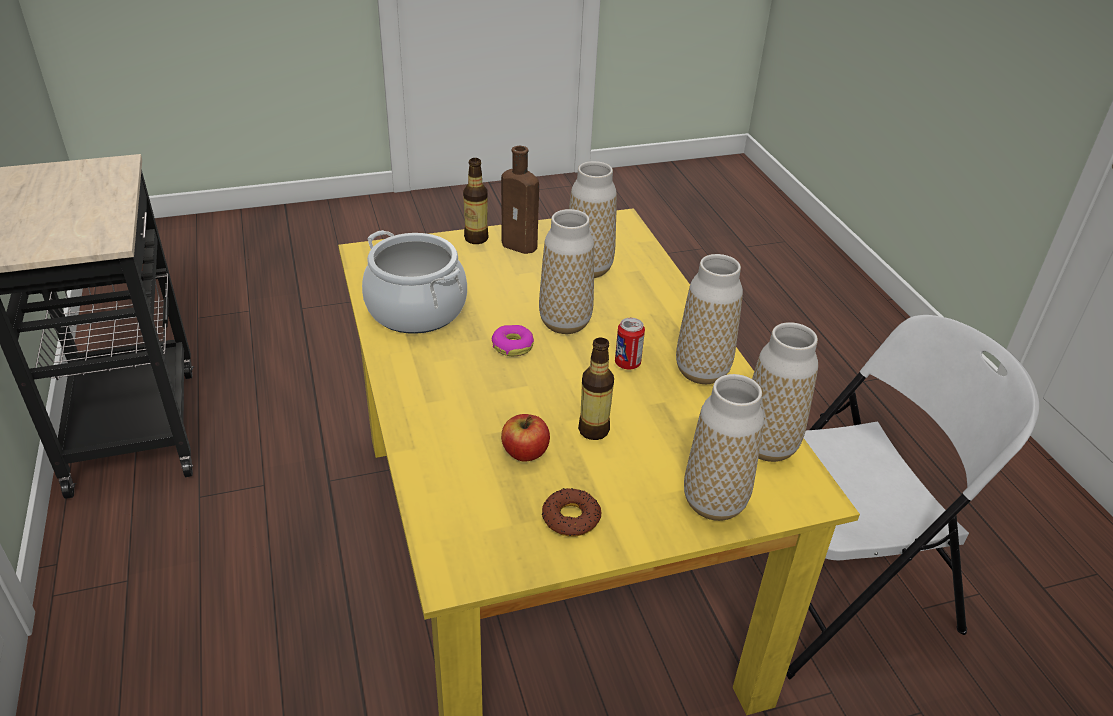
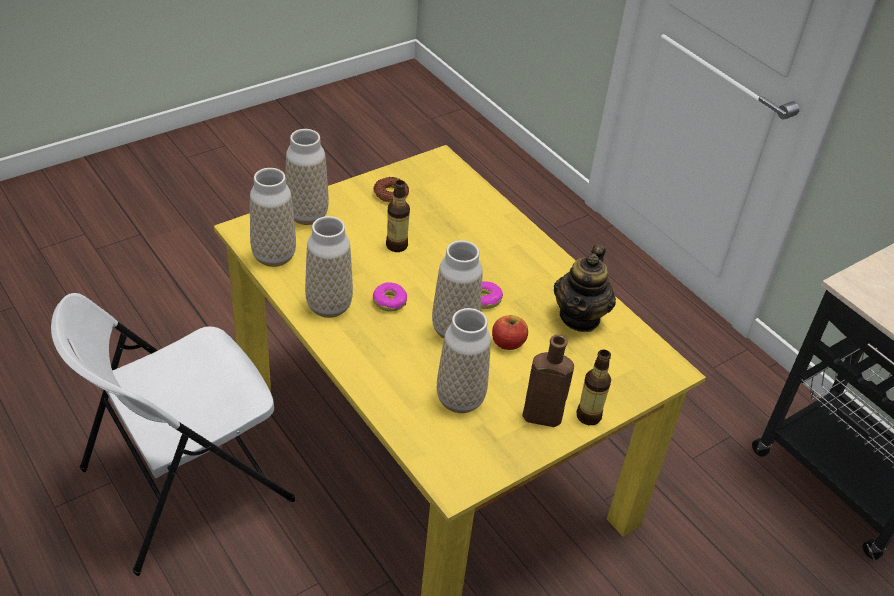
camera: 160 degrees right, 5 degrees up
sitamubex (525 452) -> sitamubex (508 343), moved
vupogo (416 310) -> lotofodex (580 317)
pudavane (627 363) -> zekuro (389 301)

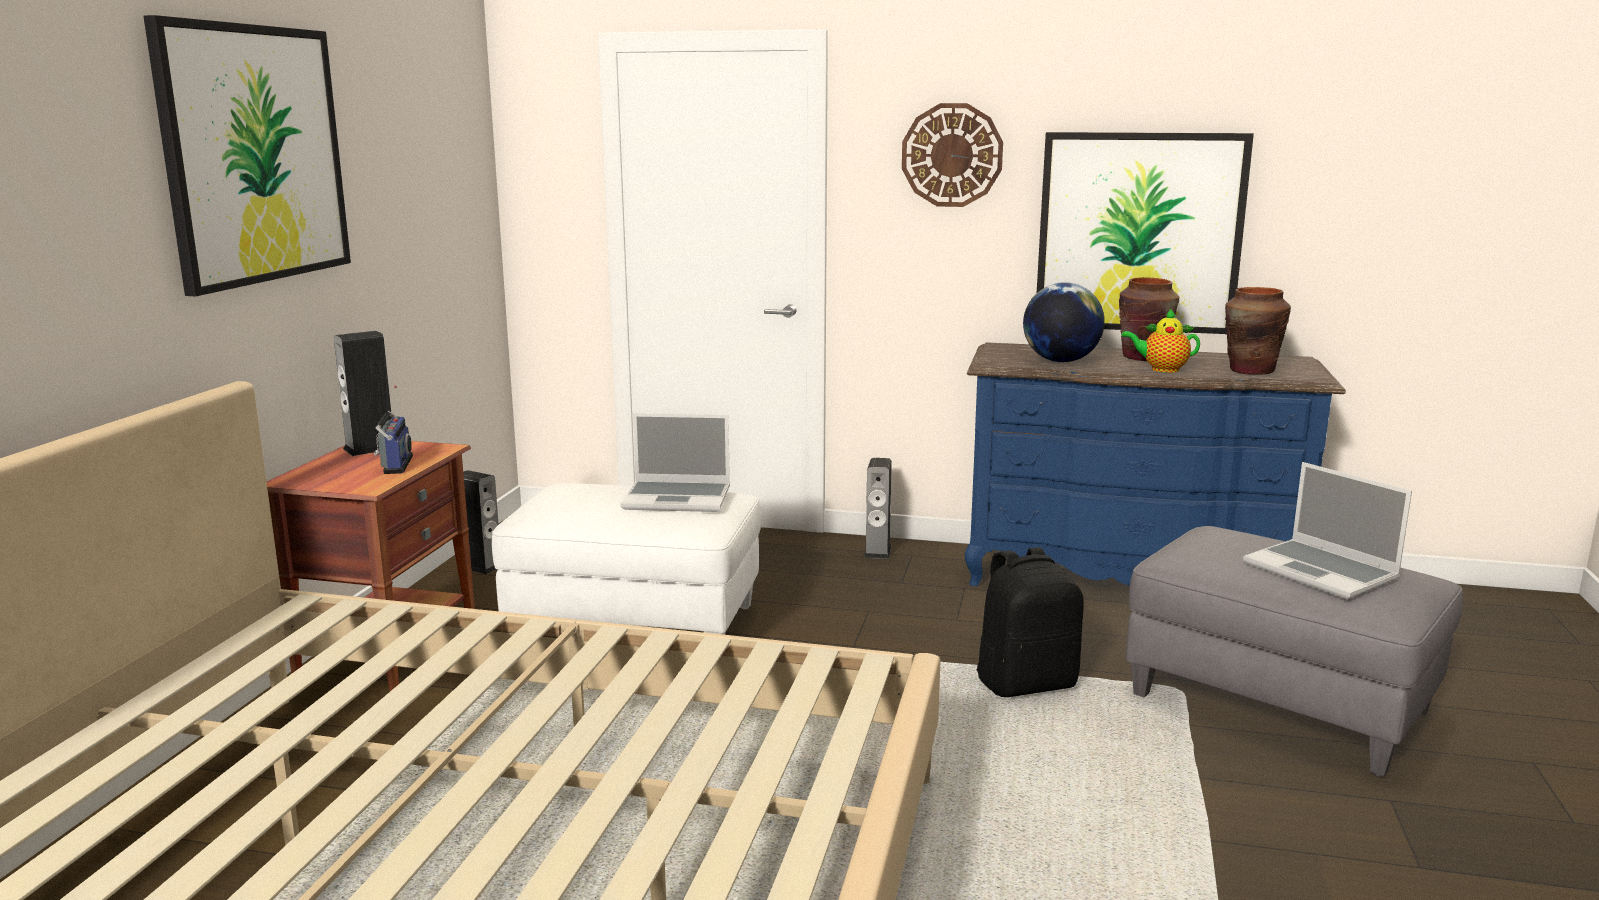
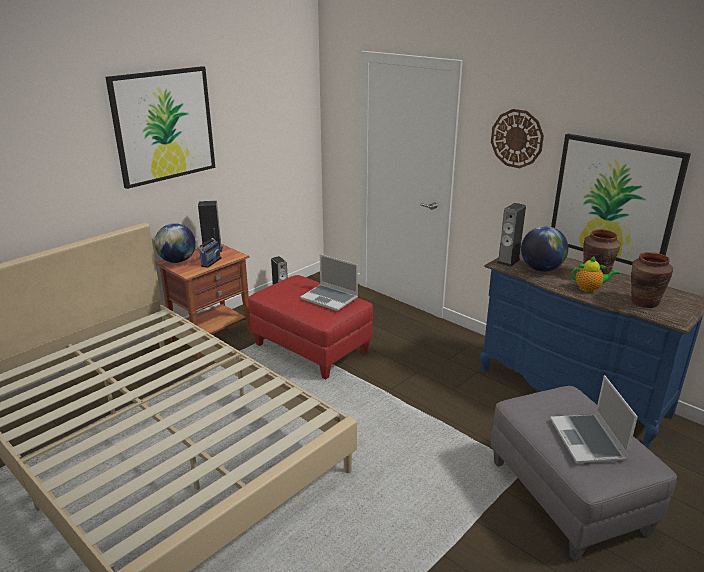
camera: 30 degrees right, 10 degrees up
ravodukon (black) (1026 683) -> none
none -> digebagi (177 261)
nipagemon (877 551) -> nipagemon (508 261), moved
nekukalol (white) (637 625) -> nekukalol (red) (312 349)
lotofodex (1161 369) -> lotofodex (589 289), 150 degrees clockwise

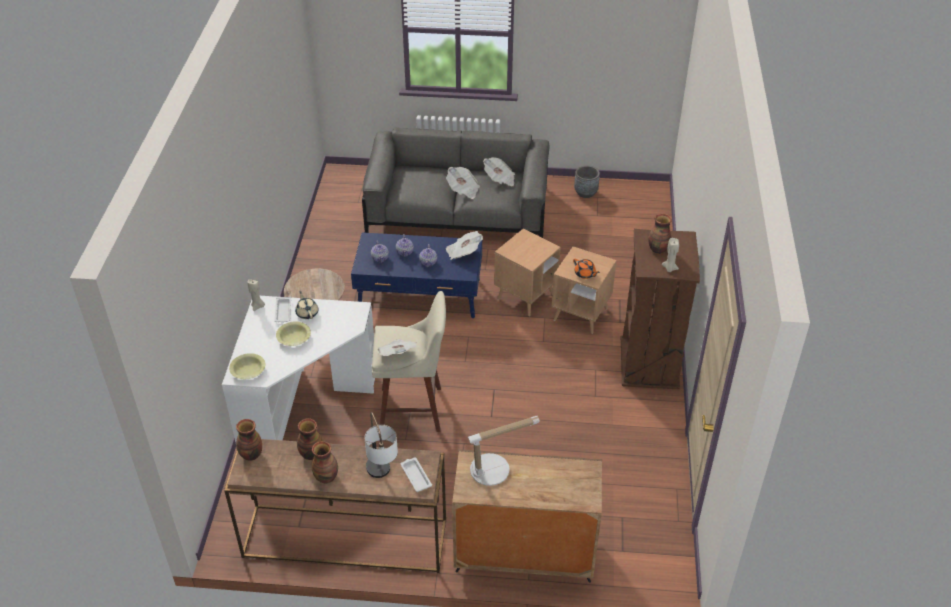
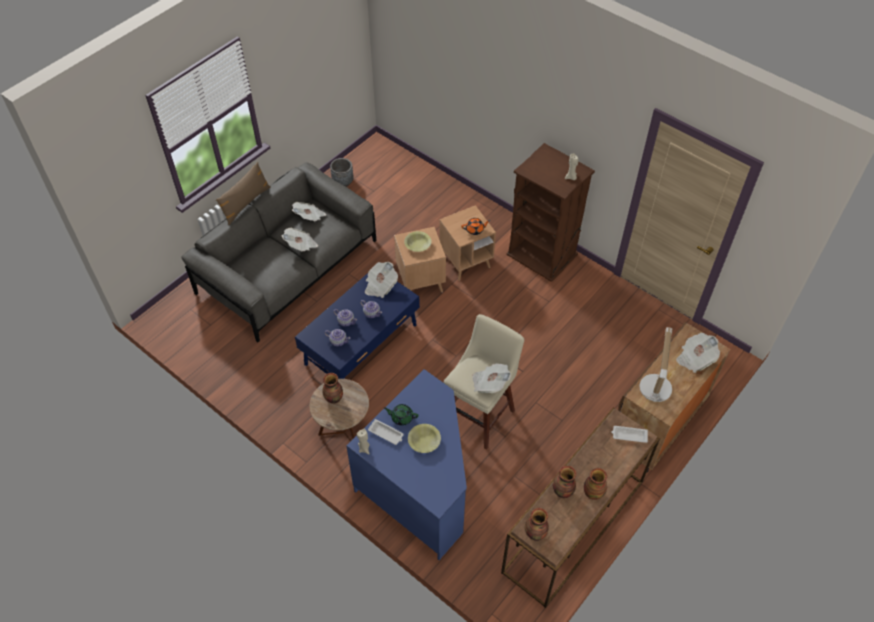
camera: 55 degrees left, 10 degrees up
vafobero (382 477) -> none
none -> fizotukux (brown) (246 203)
none -> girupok (695 358)
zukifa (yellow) (248 371) -> zukifa (yellow) (418 245), moved
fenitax (658 249) -> fenitax (334 398), moved
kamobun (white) (303 407) -> kamobun (blue) (419 487)
lotofodex (beige) (307 313) -> lotofodex (green) (401 417)

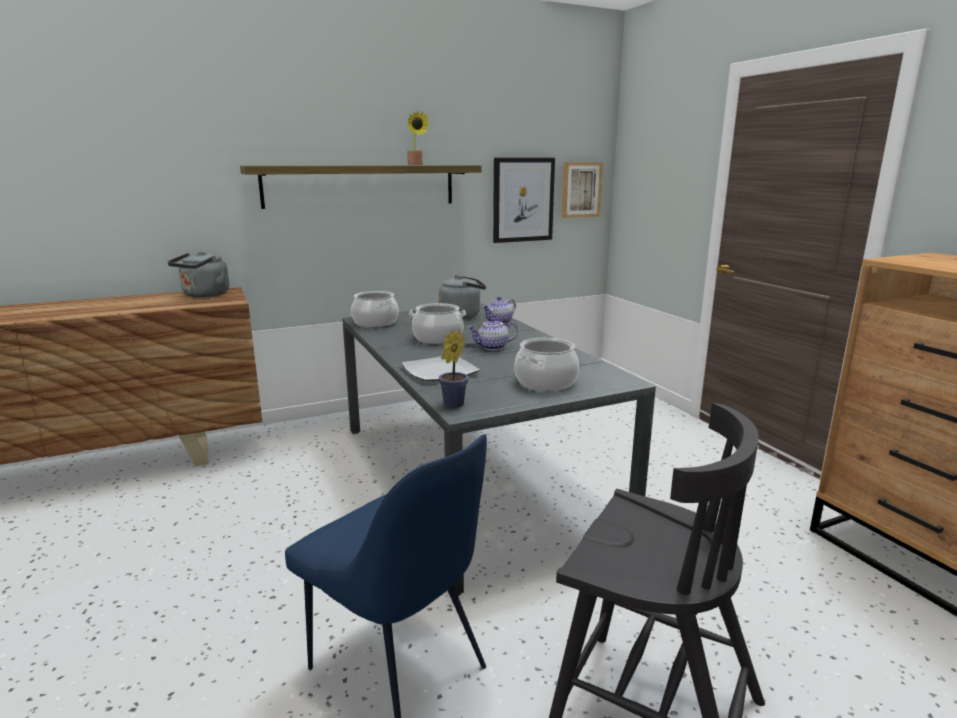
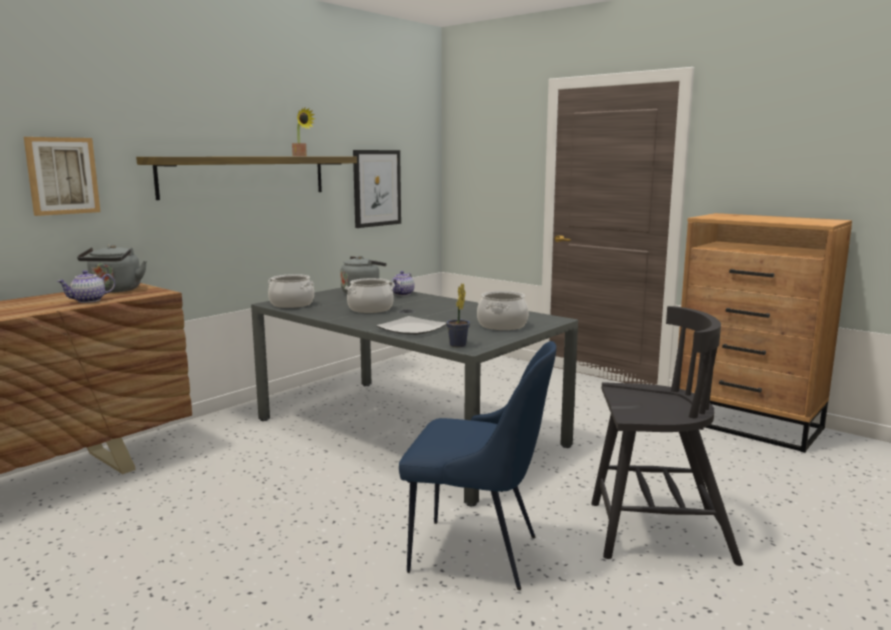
camera: 25 degrees left, 5 degrees down
lotofodex (493 347) -> lotofodex (88 301), moved
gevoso (581 189) -> gevoso (62 176), moved

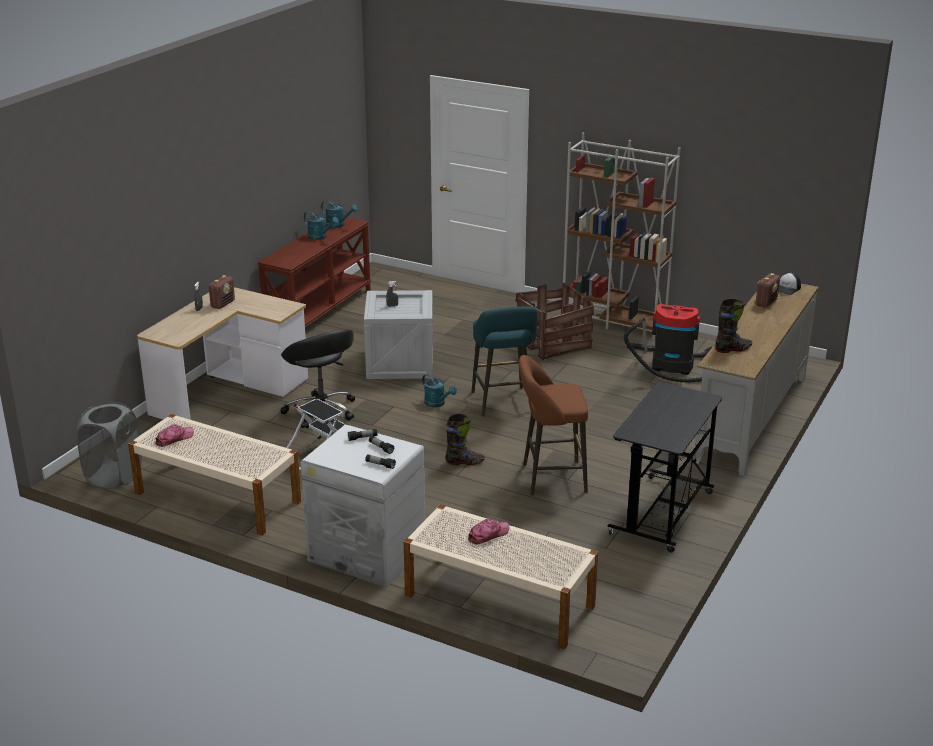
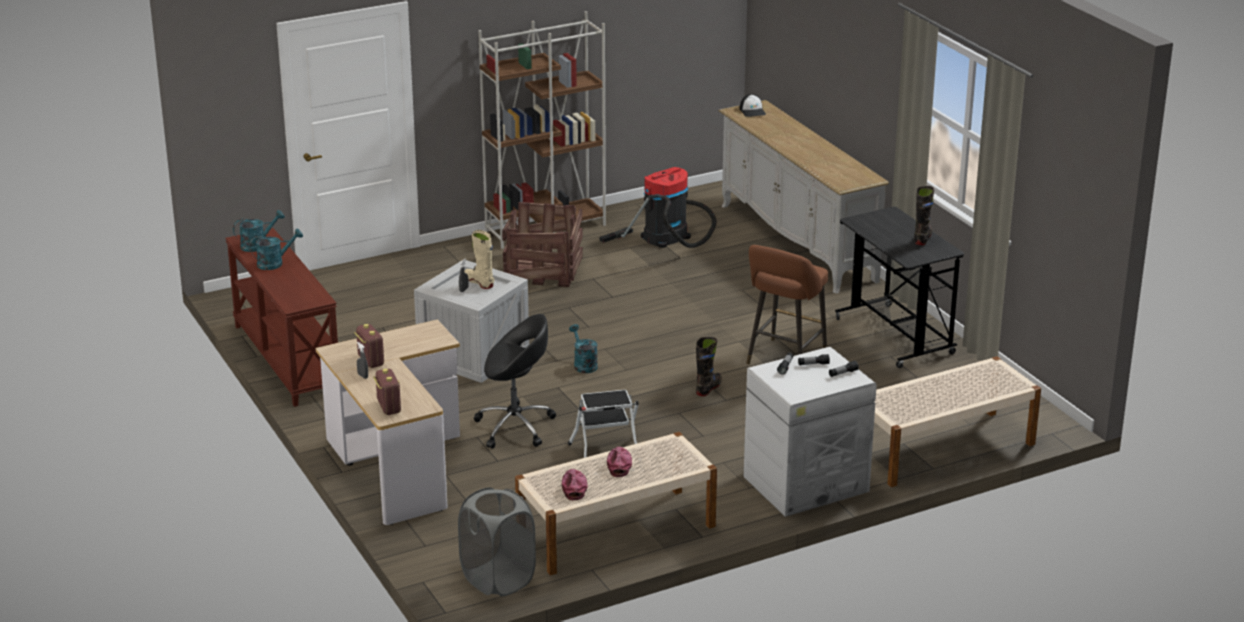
camera: 55 degrees left, 0 degrees up
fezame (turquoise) (503 403) -> none
none -> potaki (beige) (479 282)
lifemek (488 535) -> lifemek (619 464), moved
potaki (black) (733 349) -> potaki (black) (923 238), moved
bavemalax (766 303) -> bavemalax (388 407), moved
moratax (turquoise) (437 404) -> moratax (turquoise) (583 364), 105 degrees counterclockwise

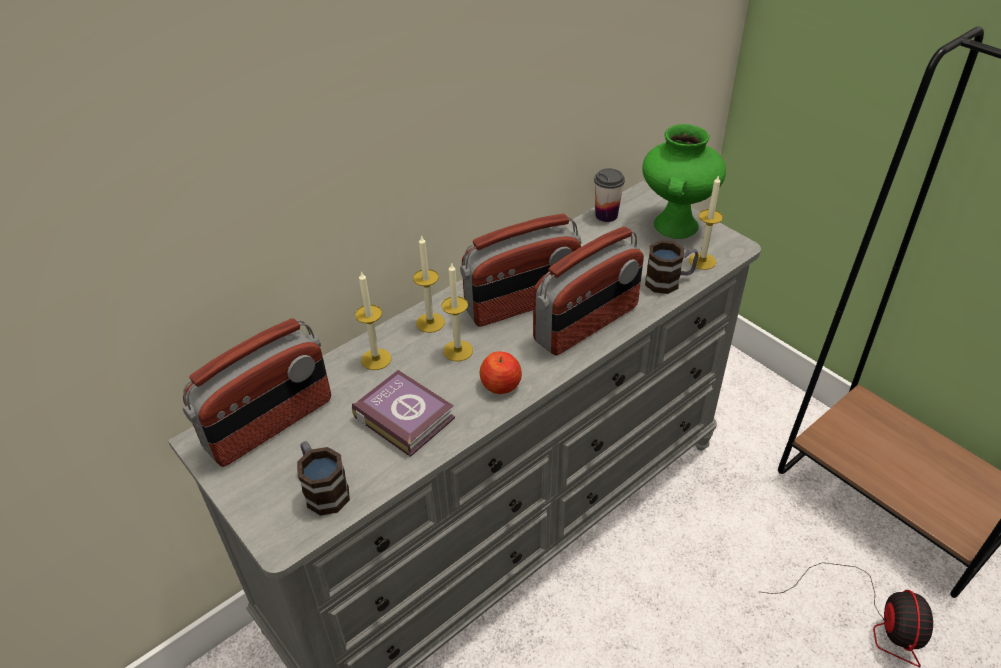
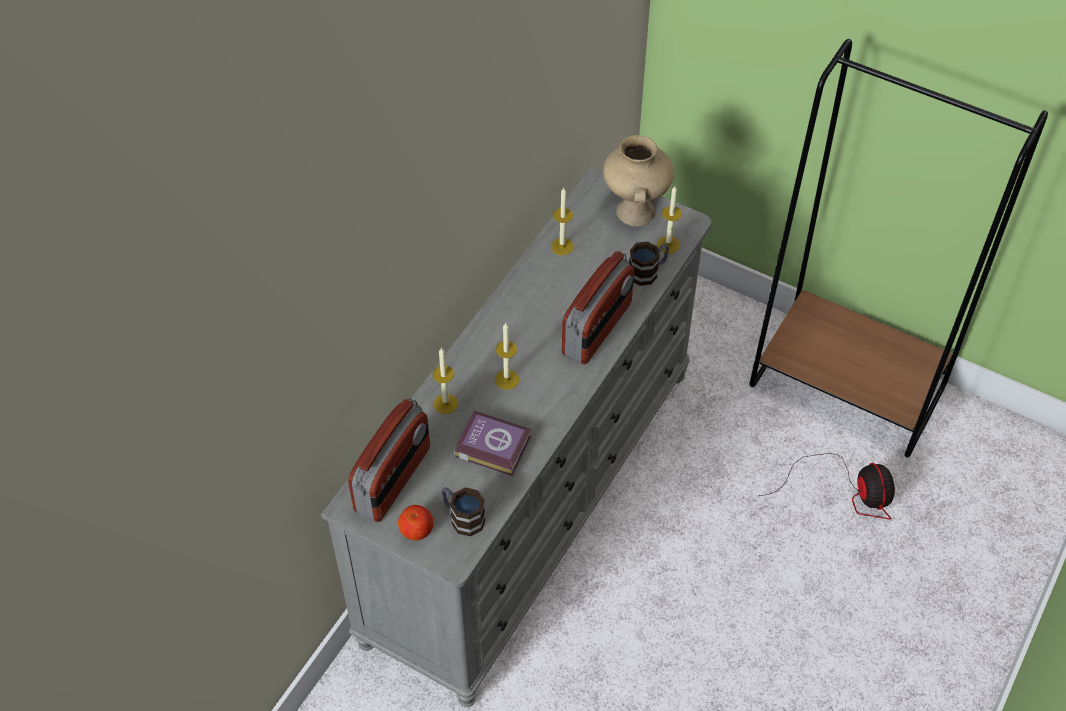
camera: 20 degrees left, 10 degrees up
bavemalax (522 304) -> none
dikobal (606 215) -> none
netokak (430 322) -> netokak (562 246), moved
sitamubex (501 385) -> sitamubex (417 530), moved
fenitax (green) (674 224) -> fenitax (beige) (634 211)

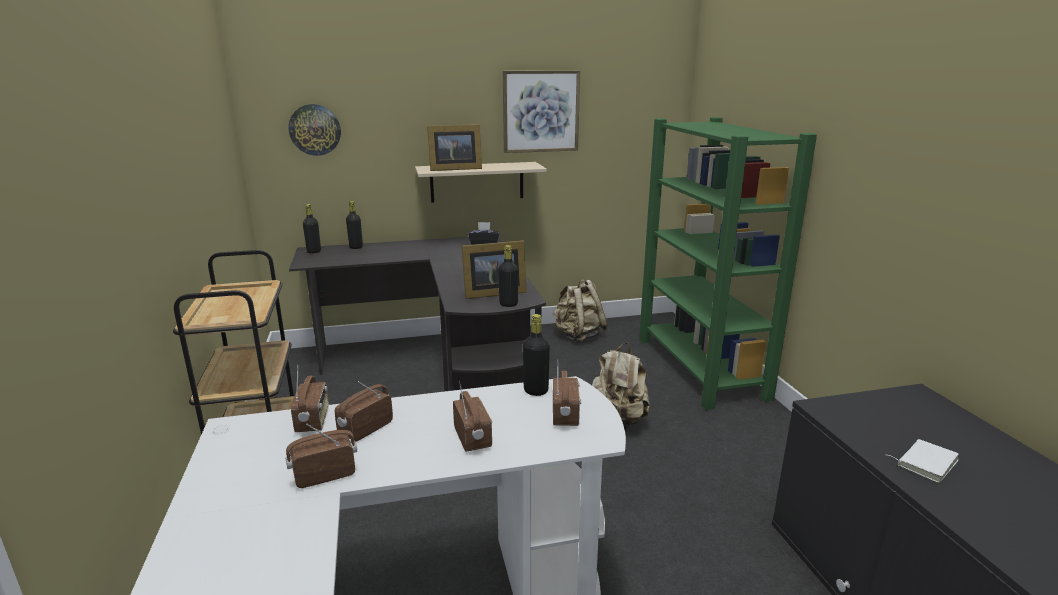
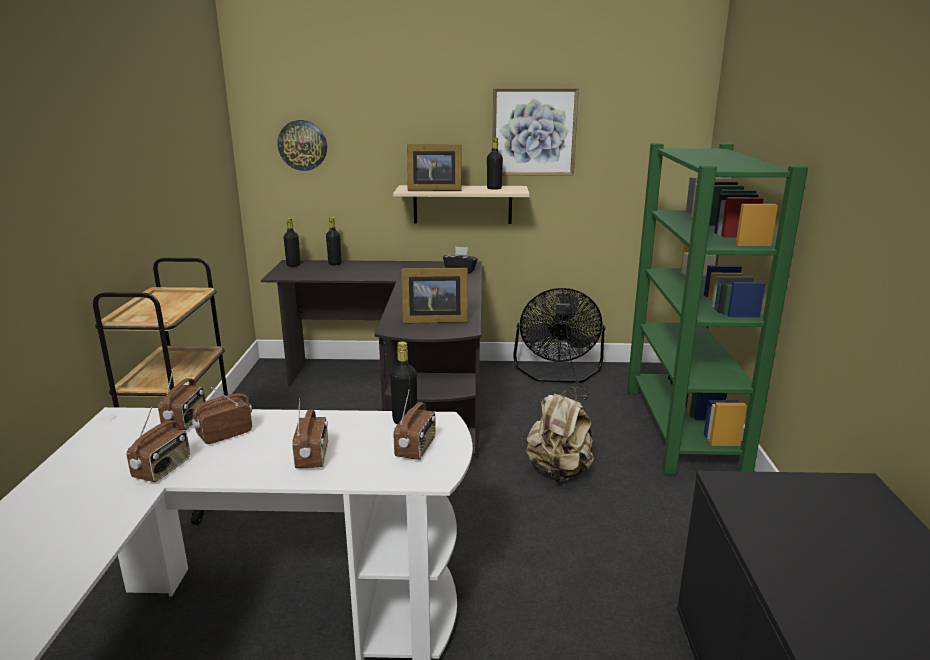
camera: 15 degrees right, 0 degrees up
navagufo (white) (925 462) -> none
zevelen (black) (508 304) -> zevelen (black) (494 188), moved
ravodukon (beige) (578 336) -> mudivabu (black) (561 377)
bavemalax (324 475) -> bavemalax (163 469), 120 degrees clockwise

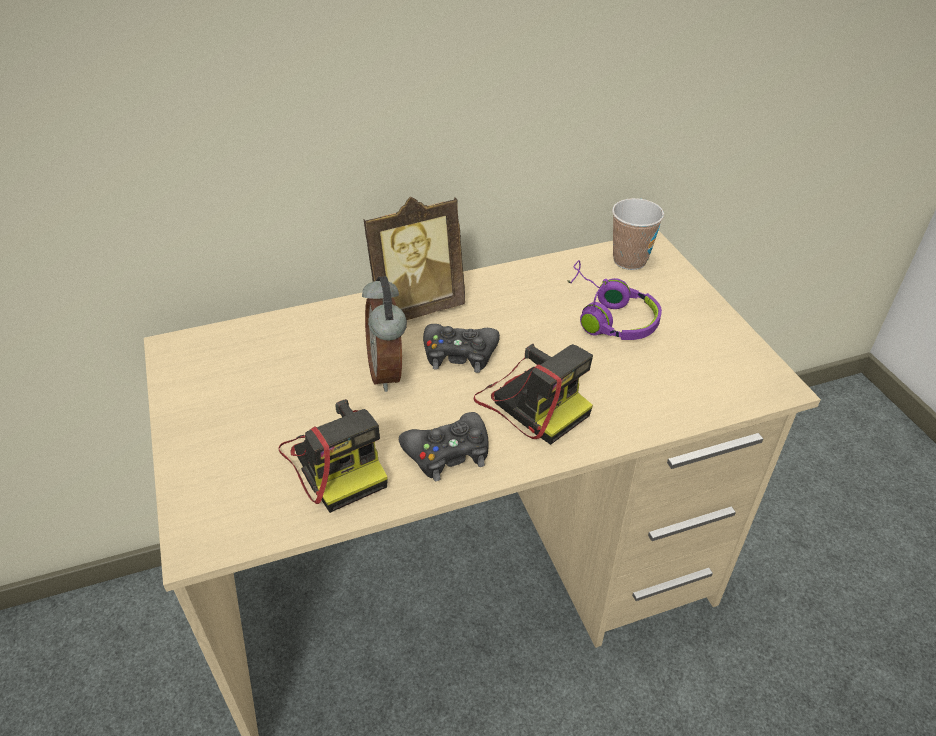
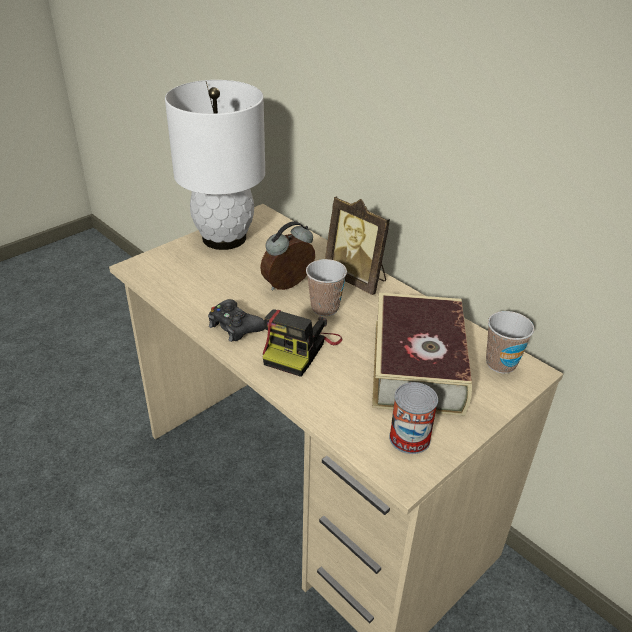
camera: 65 degrees right, 5 degrees down
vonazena (337 460) -> none
none -> vafobero (white) (223 238)
none -> pudavane (409 438)
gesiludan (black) (459 354) -> dikobal (325 308)
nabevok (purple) (607 316) -> navagufo (417 365)

